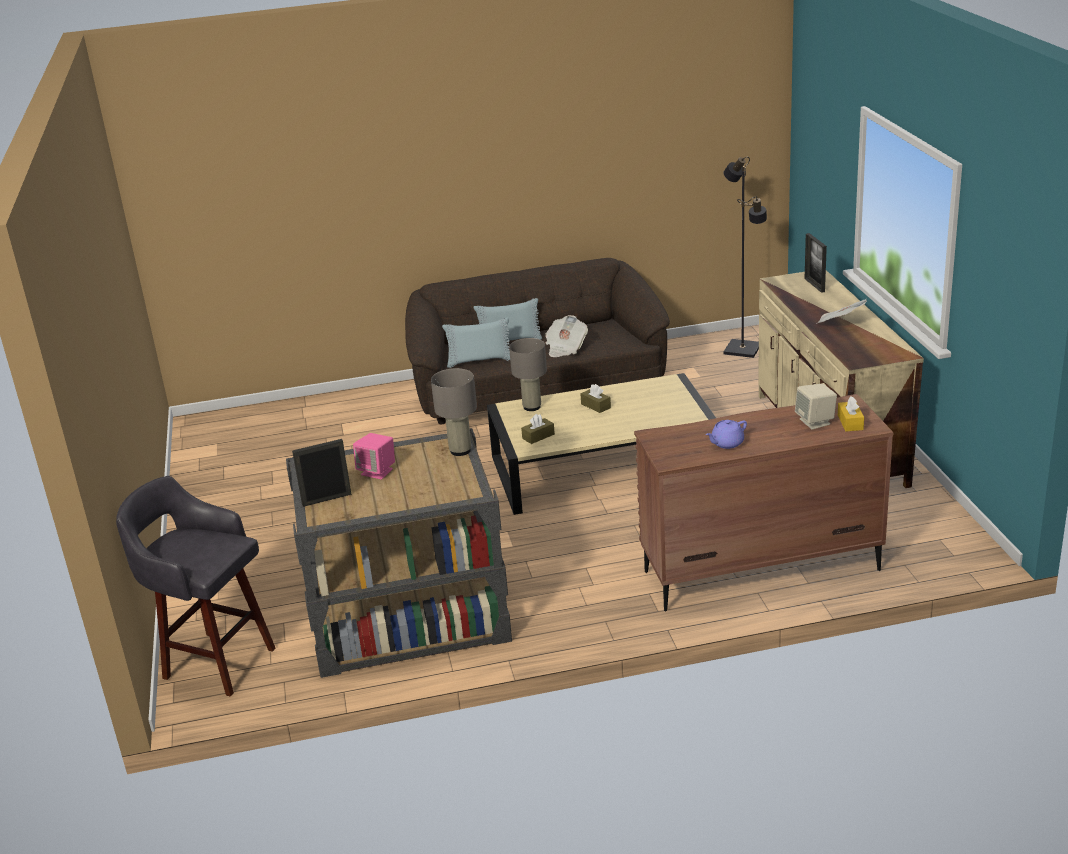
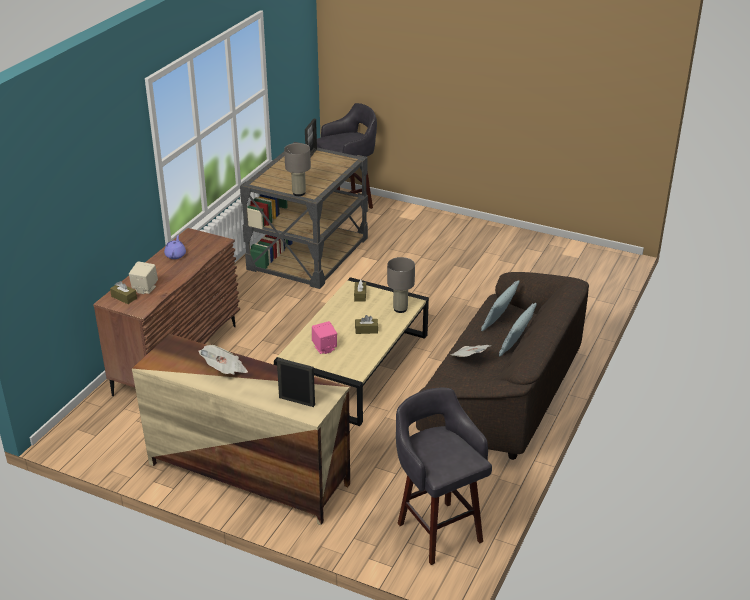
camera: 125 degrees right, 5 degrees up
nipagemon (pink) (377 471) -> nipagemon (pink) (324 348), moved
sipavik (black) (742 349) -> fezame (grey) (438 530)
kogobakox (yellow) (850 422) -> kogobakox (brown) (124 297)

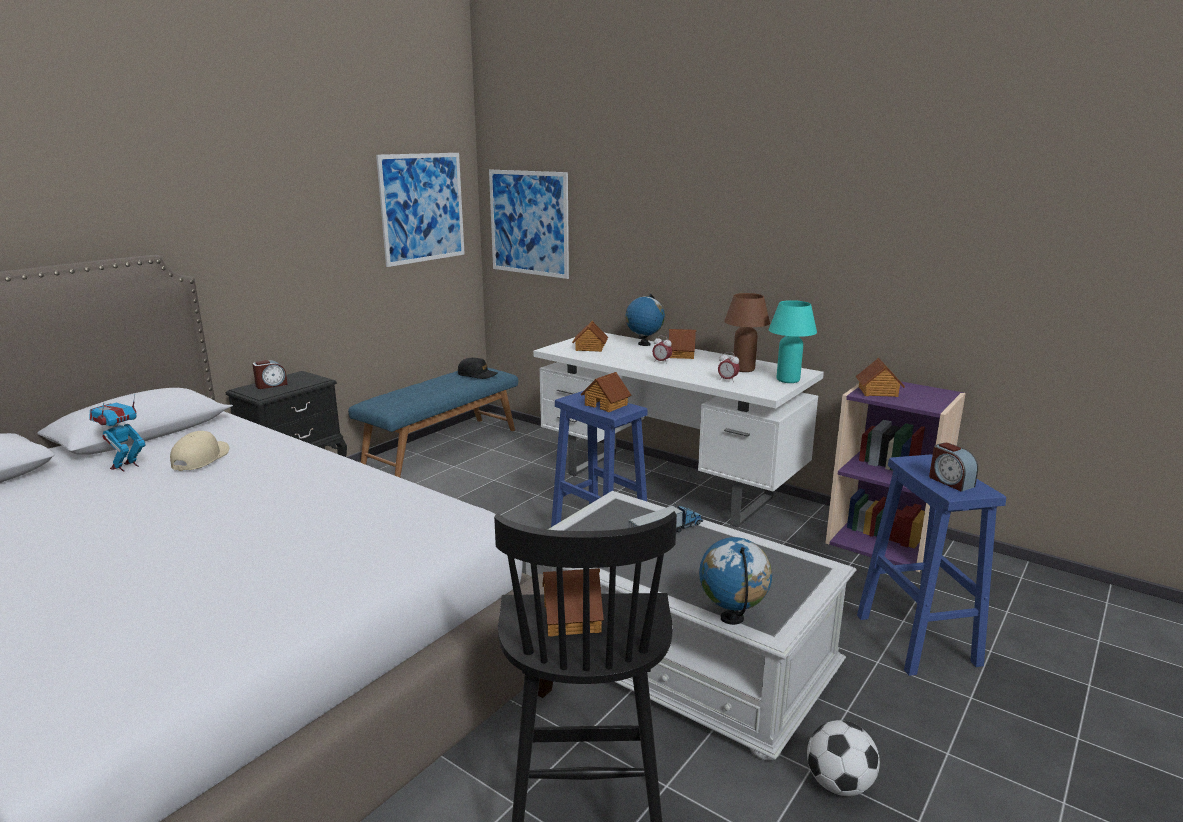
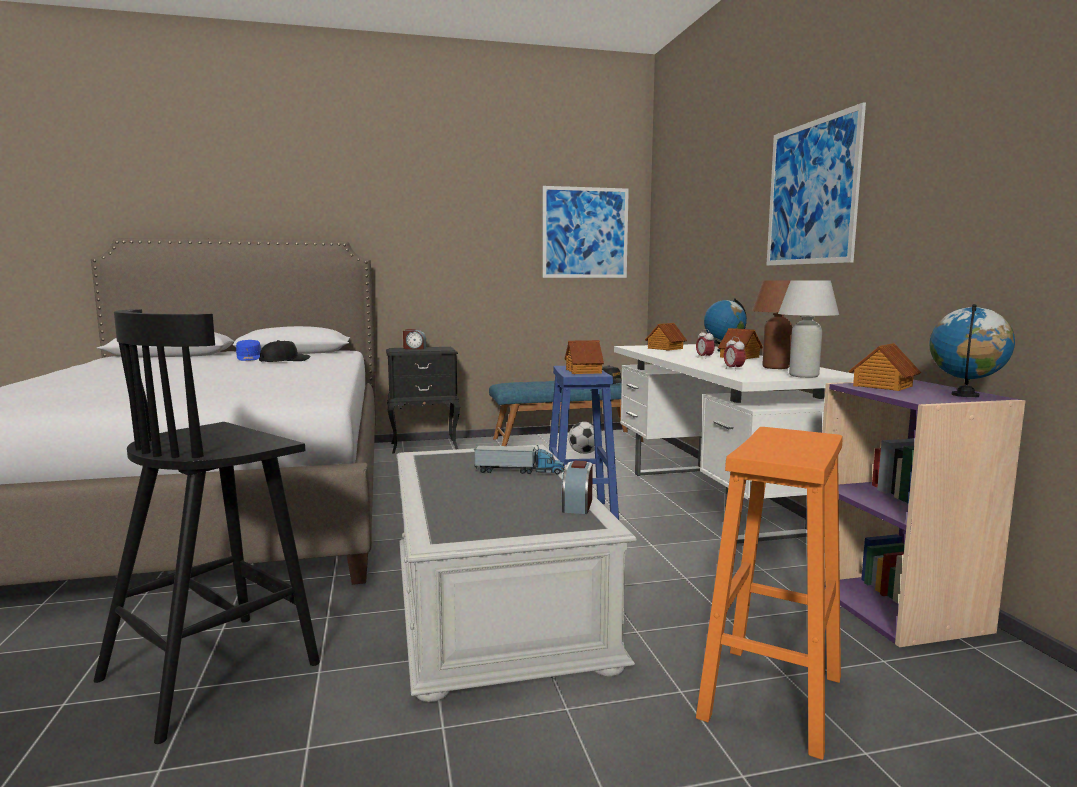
camera: 40 degrees right, 10 degrees down
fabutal (573 617) -> none
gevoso (529 223) -> gevoso (811 193), moved
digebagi (732 618) -> digebagi (965 395), moved
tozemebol (839 784) -> tozemebol (584 453), moved
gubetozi (950 481) -> gubetozi (577 505), moved
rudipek (125 467) -> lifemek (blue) (249 358)
lifemek (beige) (201 459) -> lifemek (black) (285 360)
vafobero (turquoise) (788 380) -> vafobero (white) (804 376)
fezame (blue) (918 641) -> fezame (orange) (771 699)

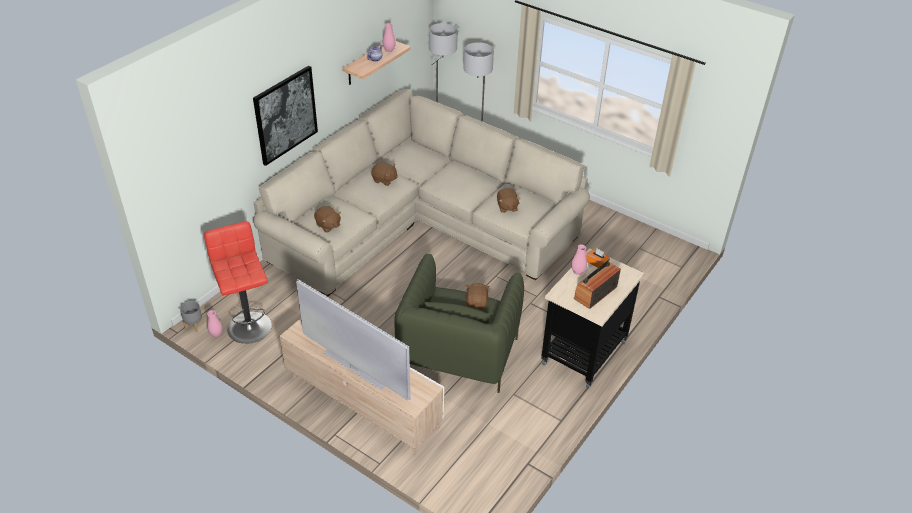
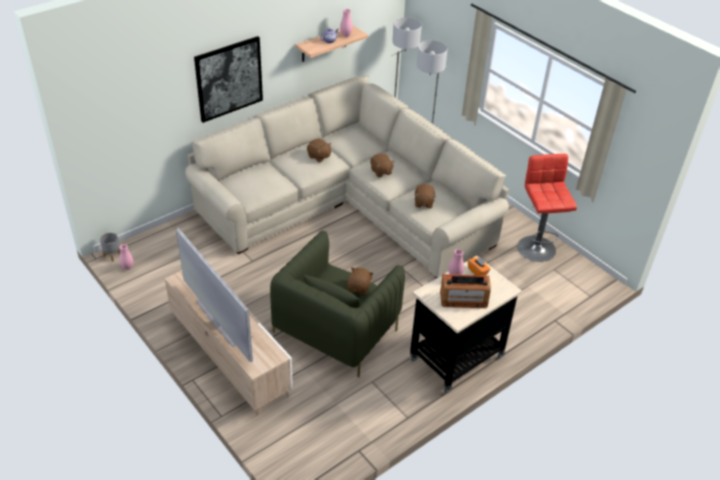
camera: 15 degrees right, 0 degrees up
fezame (red) (250 327) -> fezame (red) (536 248), moved
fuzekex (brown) (328 225) -> fuzekex (brown) (381 171), moved
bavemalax (595 293) -> bavemalax (463 299), 150 degrees counterclockwise

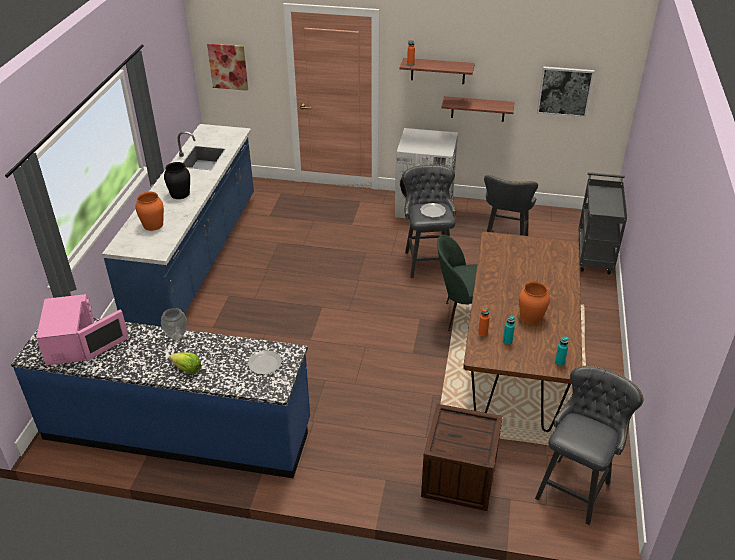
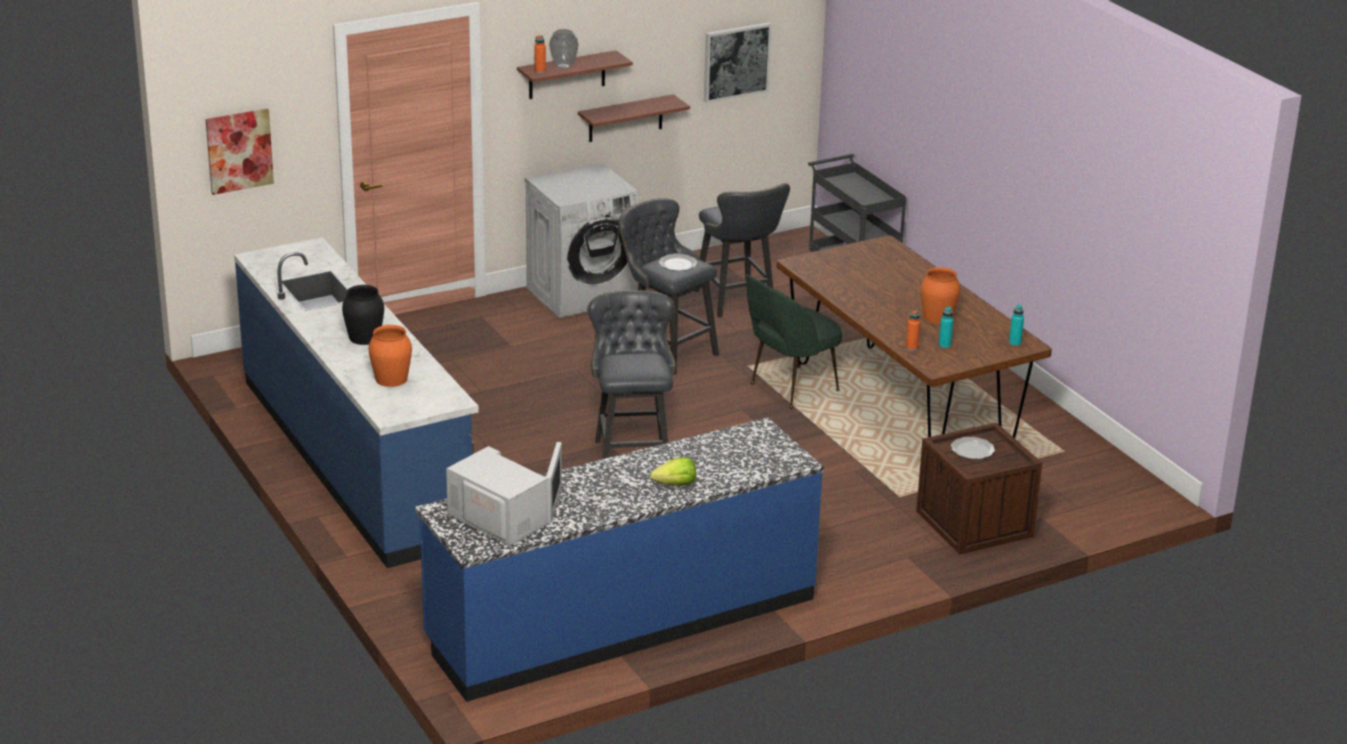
camera: 40 degrees left, 10 degrees down
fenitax (177 336) -> fenitax (563 66), moved
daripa (265 364) -> daripa (973 450), moved
fezame (grey) (576 483) -> fezame (grey) (631 451), moved
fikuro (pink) (73 343) -> fikuro (white) (503 518)

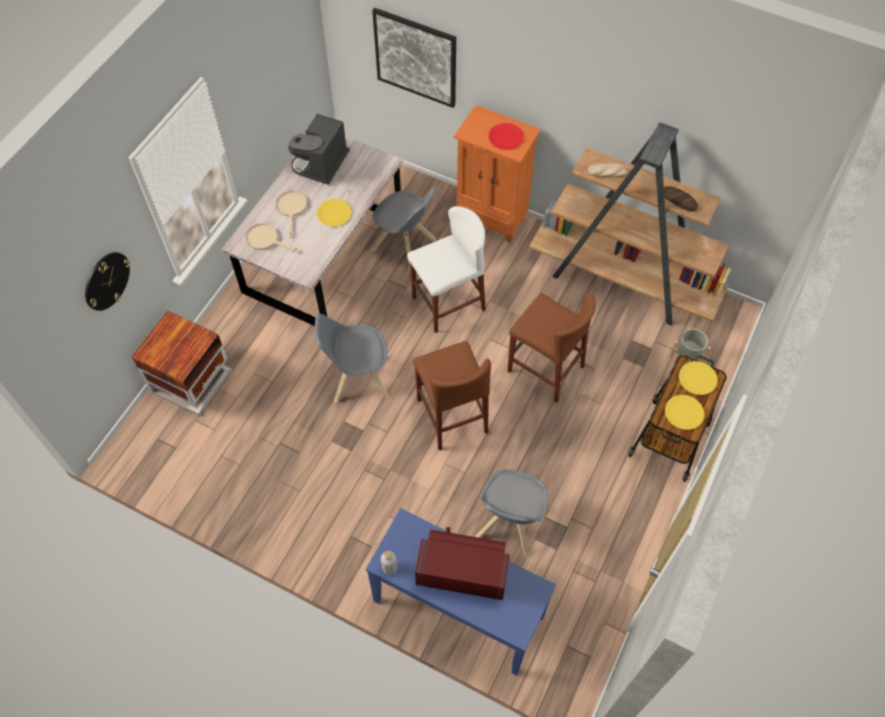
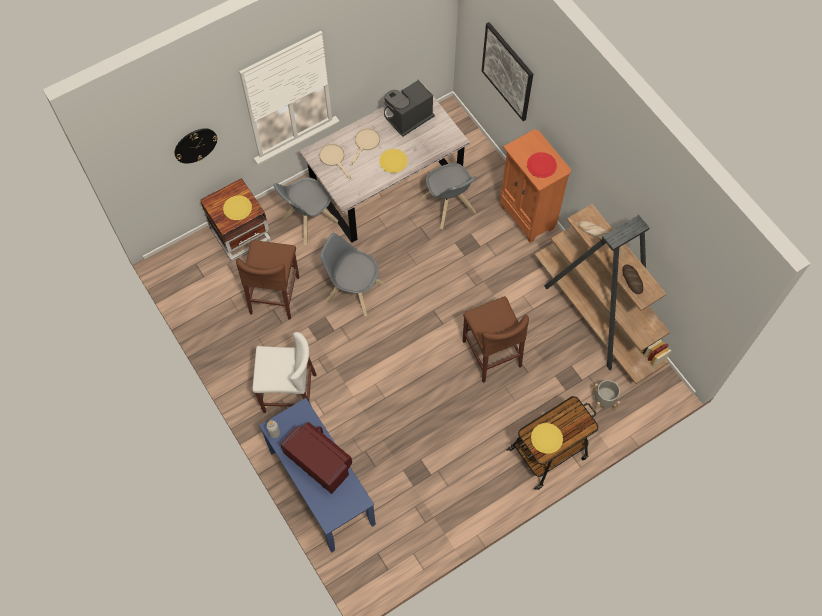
camera: 30 degrees right, 5 degrees up
fezame (white) (448 304) -> fezame (white) (289 393), moved
fezame (brown) (452 415) -> fezame (brown) (275 295), moved
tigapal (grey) (510 524) -> tigapal (grey) (308 221), moved
daripa (yellow) (697 379) -> daripa (yellow) (237 208), moved

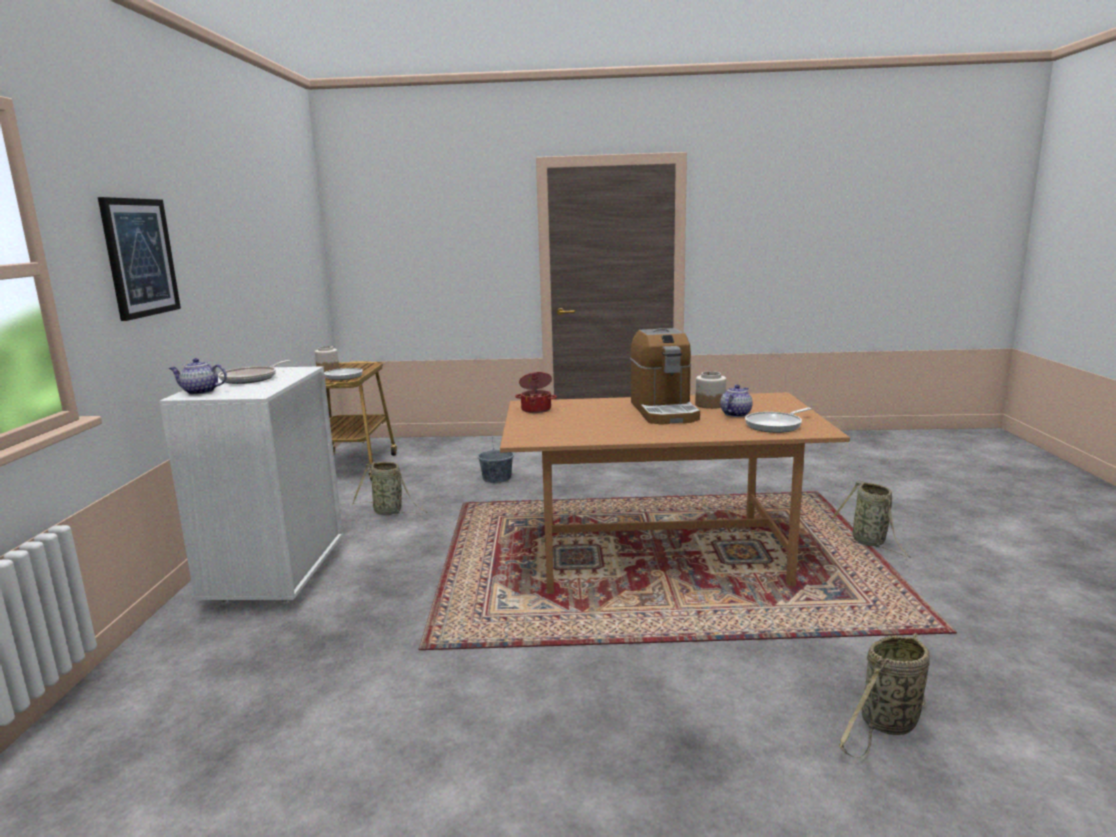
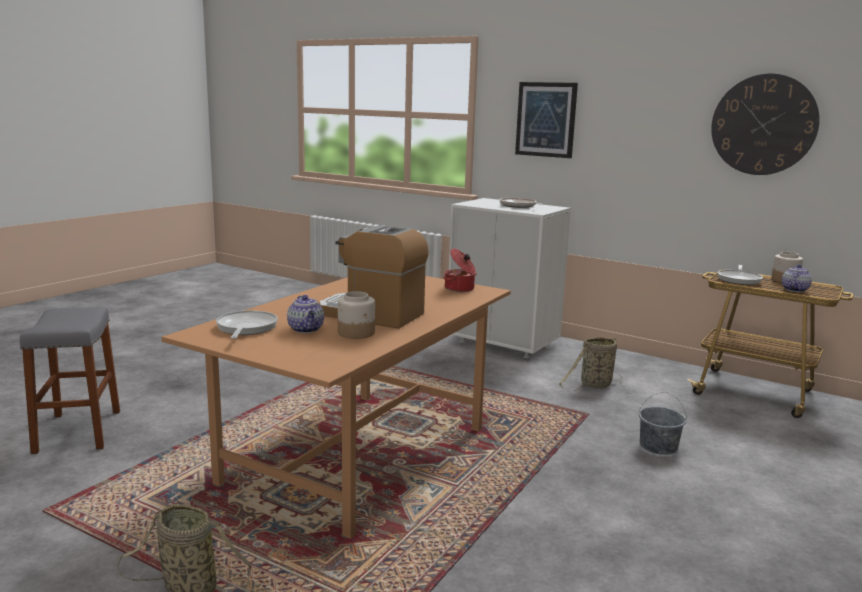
camera: 120 degrees right, 0 degrees up
none -> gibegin (763 125)
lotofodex (200 392) -> lotofodex (794 290), moved
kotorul (887 725) -> fezame (grey) (78 431)

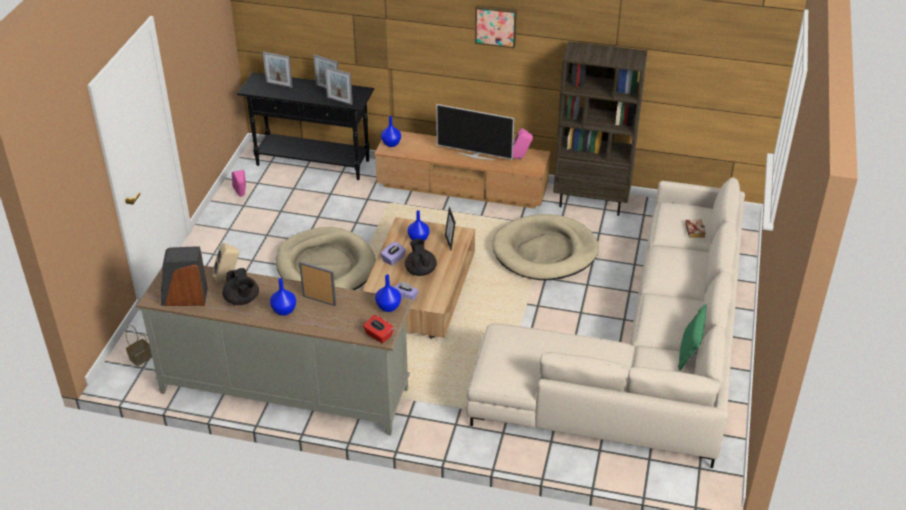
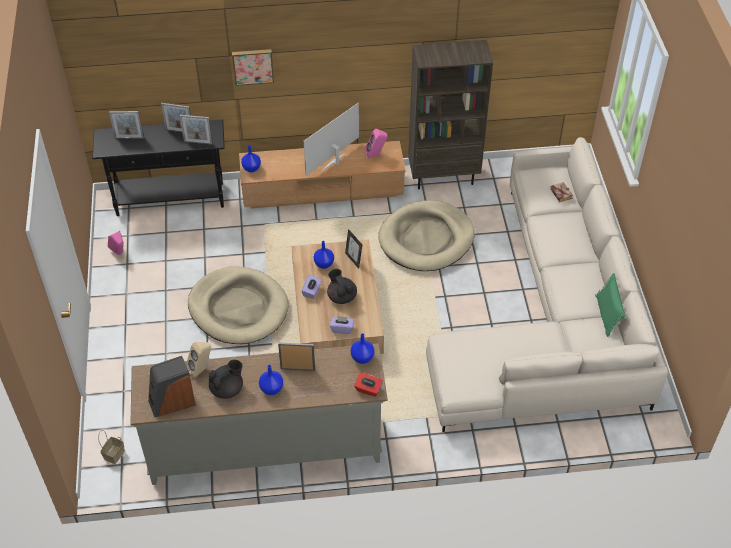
camera: 20 degrees left, 10 degrees up
gevoso (496 25) -> gevoso (253 66), moved
lotofodex (black) (242 300) -> lotofodex (black) (227 389), 75 degrees counterclockwise
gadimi (475 155) -> gadimi (335 162), 135 degrees clockwise

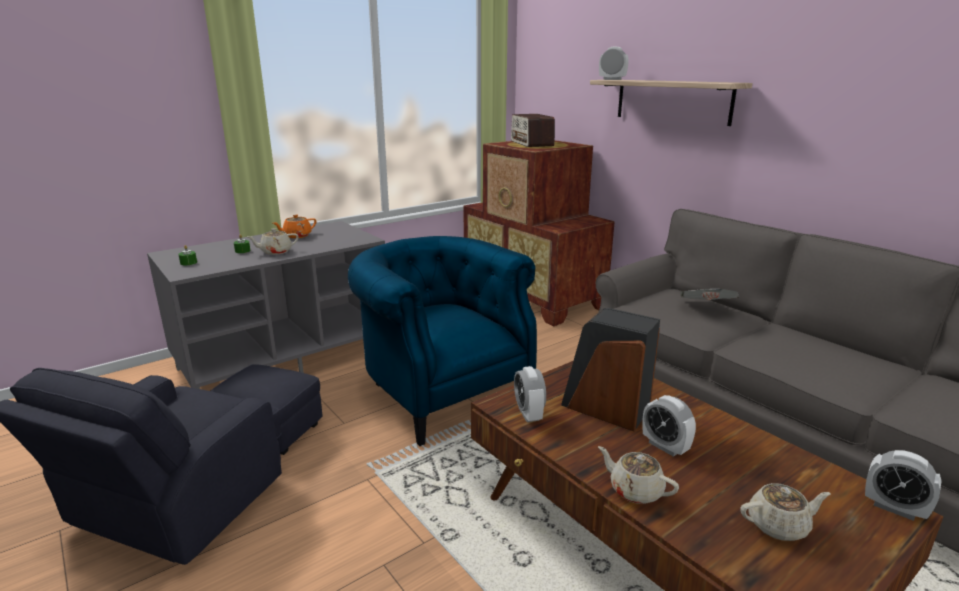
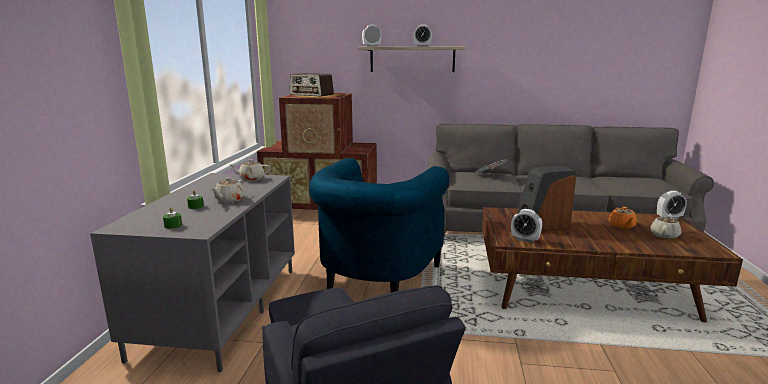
camera: 45 degrees left, 5 degrees down
lotofodex (orange) (297 236) -> lotofodex (orange) (622 226), moved
lotofodex (beige) (635 490) -> lotofodex (beige) (251 178), moved
gubetozi (665 446) -> gubetozi (422 46), moved
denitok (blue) (440 392) -> denitok (blue) (377 278), 75 degrees counterclockwise

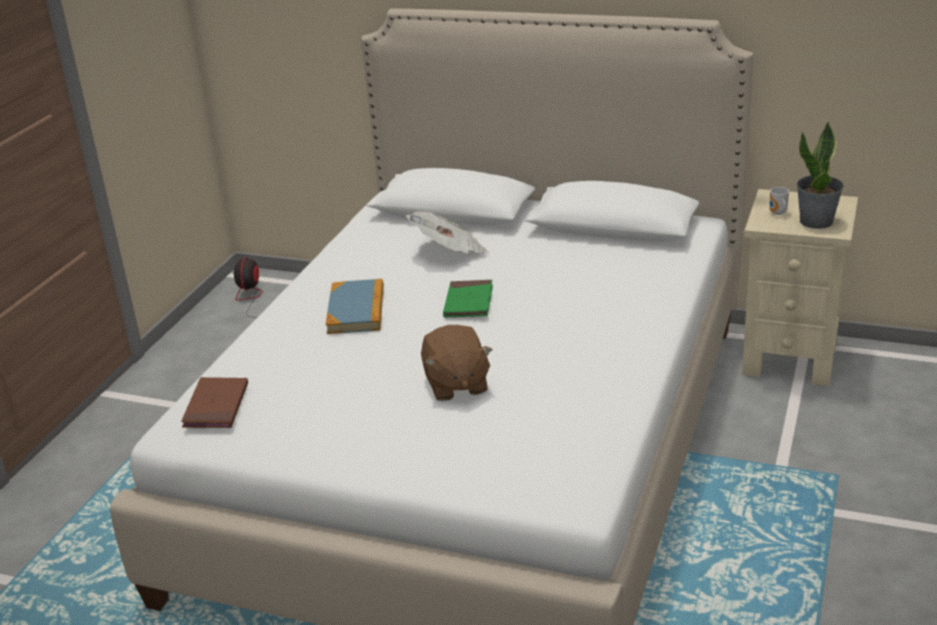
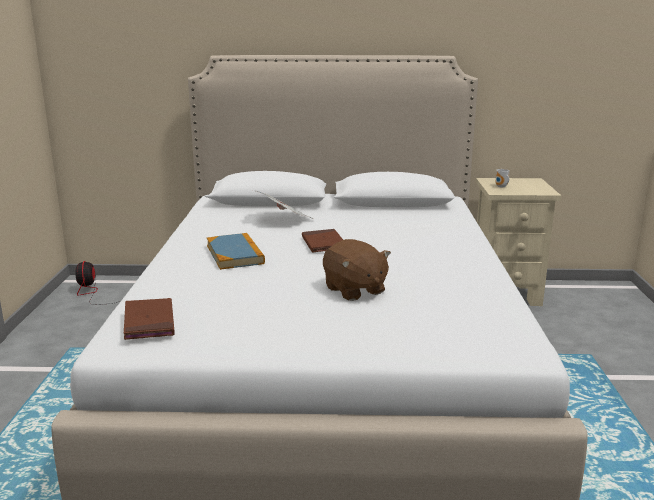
camera: 20 degrees left, 10 degrees down
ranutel (816 221) -> none
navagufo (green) (468 302) -> navagufo (brown) (323 244)

